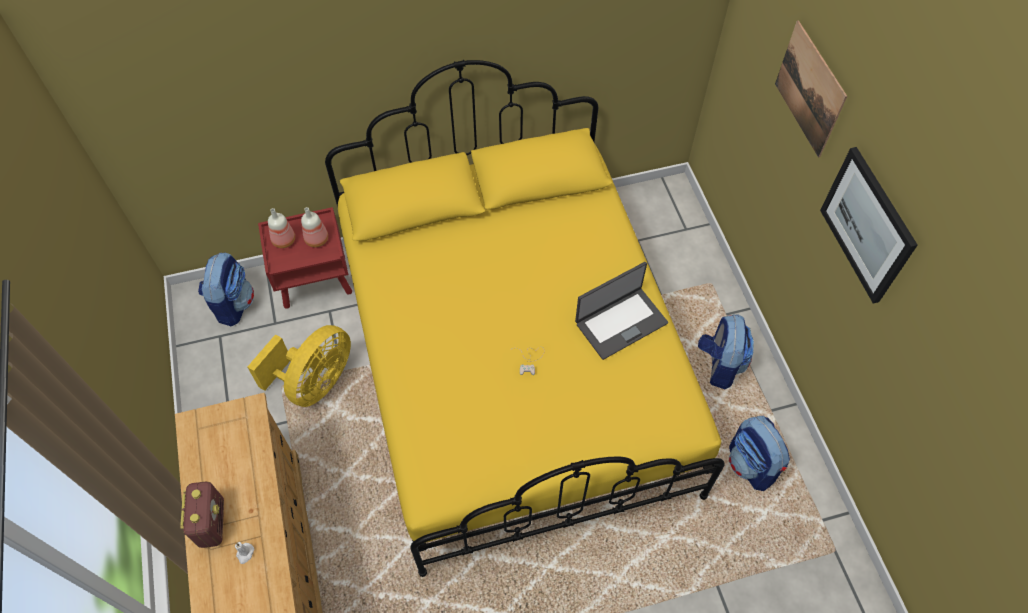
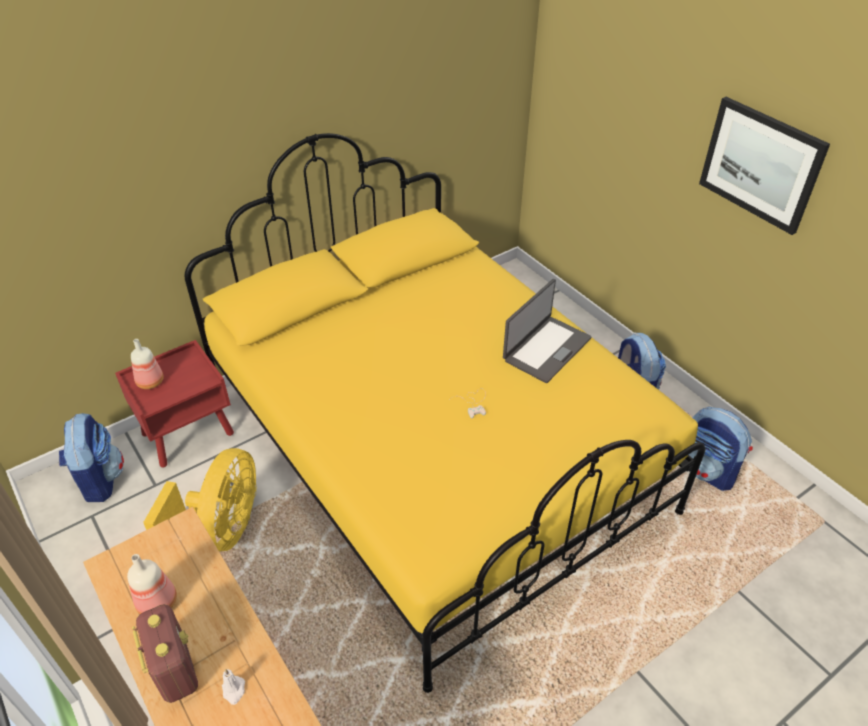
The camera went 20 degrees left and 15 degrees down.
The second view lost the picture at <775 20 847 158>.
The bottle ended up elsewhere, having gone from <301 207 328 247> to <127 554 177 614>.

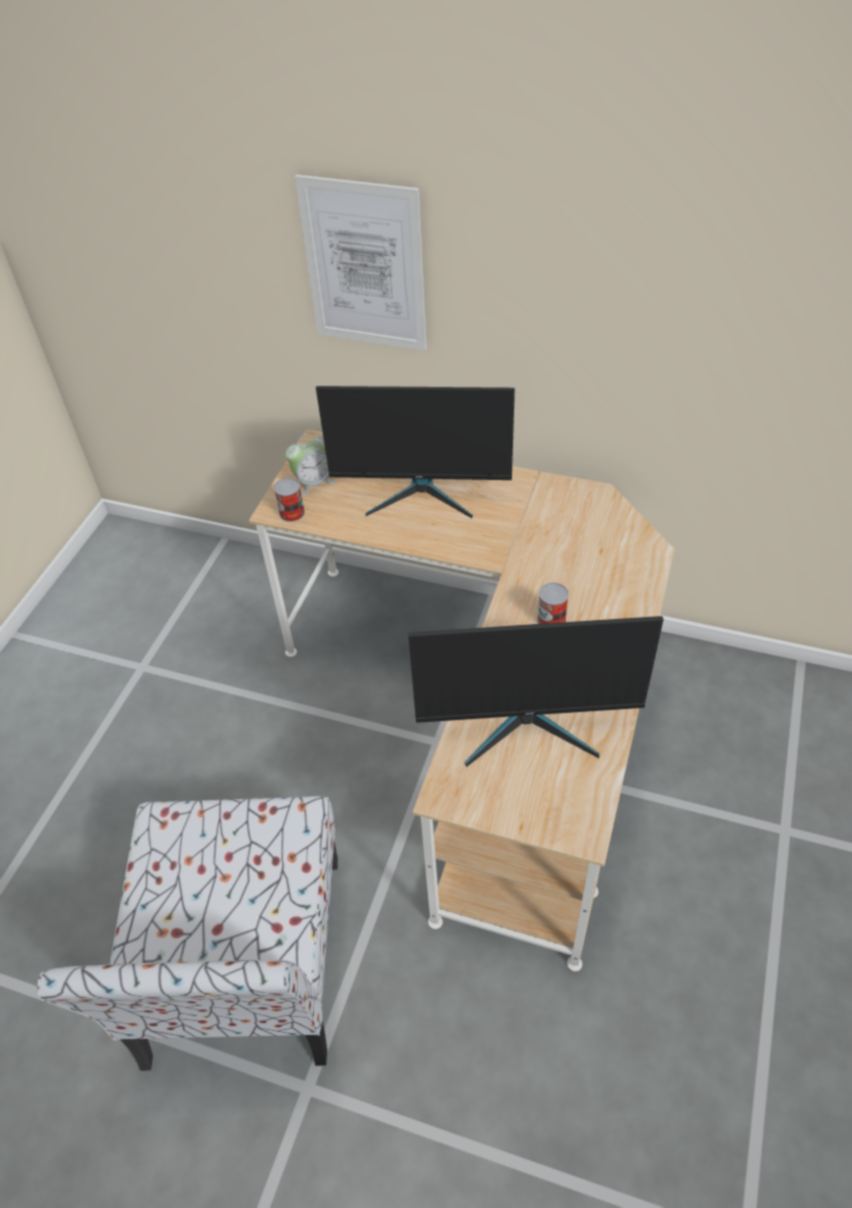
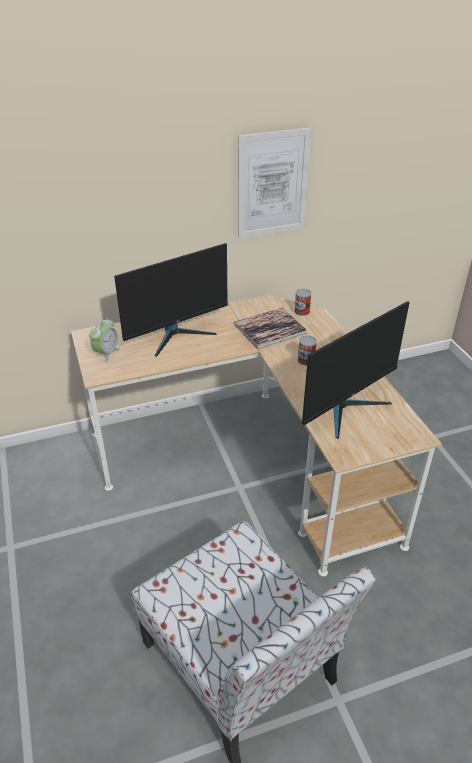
The camera went 40 degrees left and 10 degrees down.
The second view gained the book at <234 308 307 349>.
The can ended up elsewhere, having gone from <274 478 305 522> to <294 289 311 316>.
The picture ended up elsewhere, having gone from <295 175 427 350> to <238 128 311 238>.

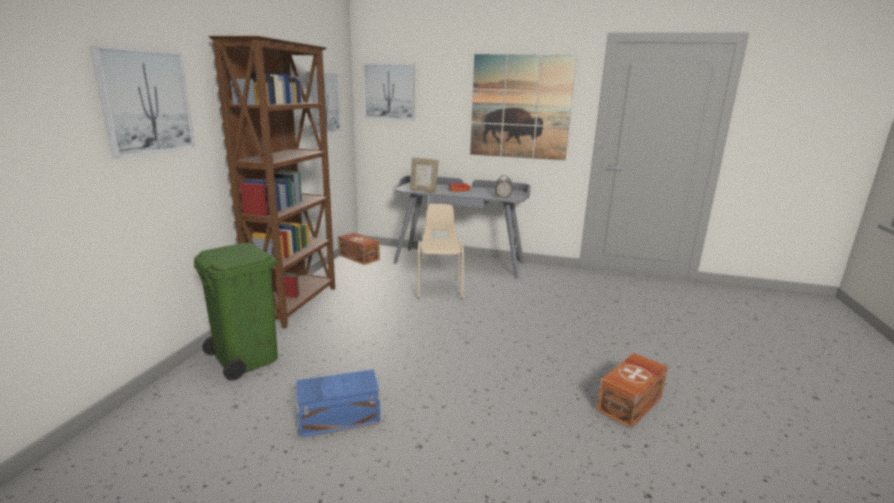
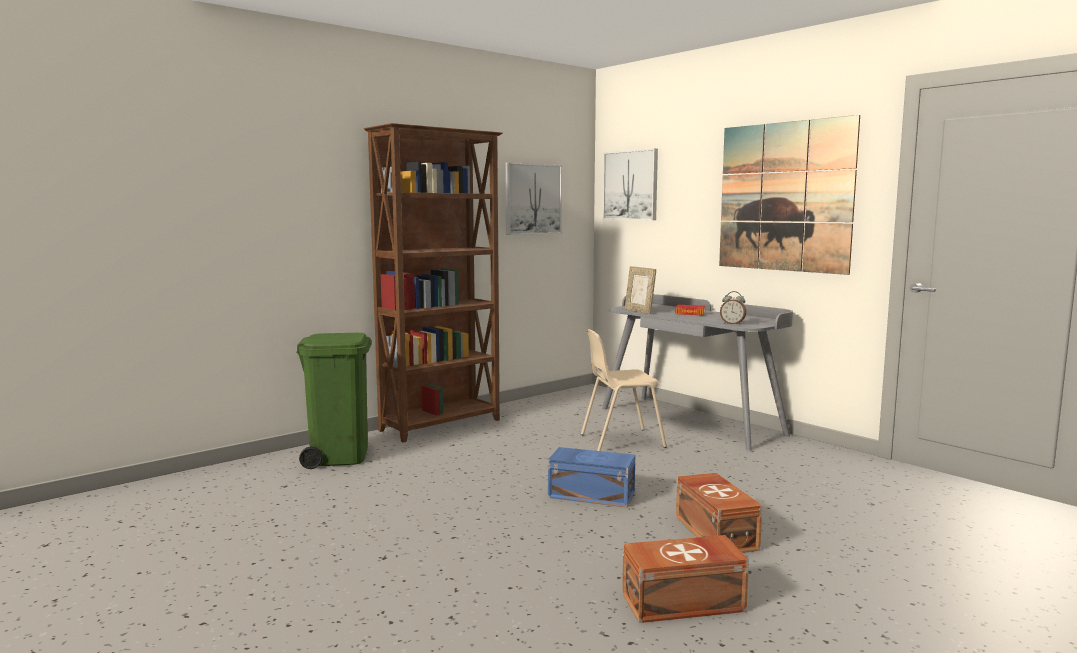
The camera went 35 degrees right and 10 degrees down.
The second view lost the picture at <90 46 195 158>.
The blue storage box ended up elsewhere, having gone from <296 369 381 438> to <548 447 635 507>.
The brown storage box ended up elsewhere, having gone from <338 233 380 265> to <676 473 762 553>.
The beige chair at <417 204 464 298> ended up facing another way, 135 degrees counterclockwise from before.

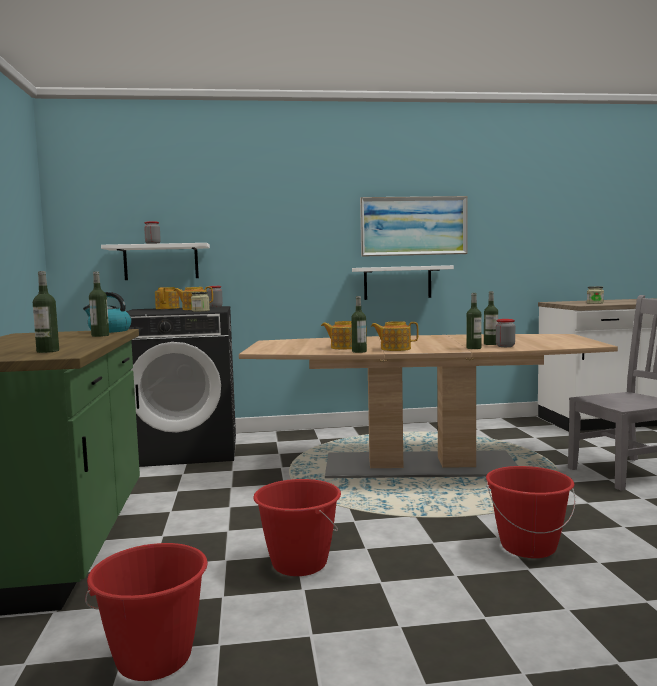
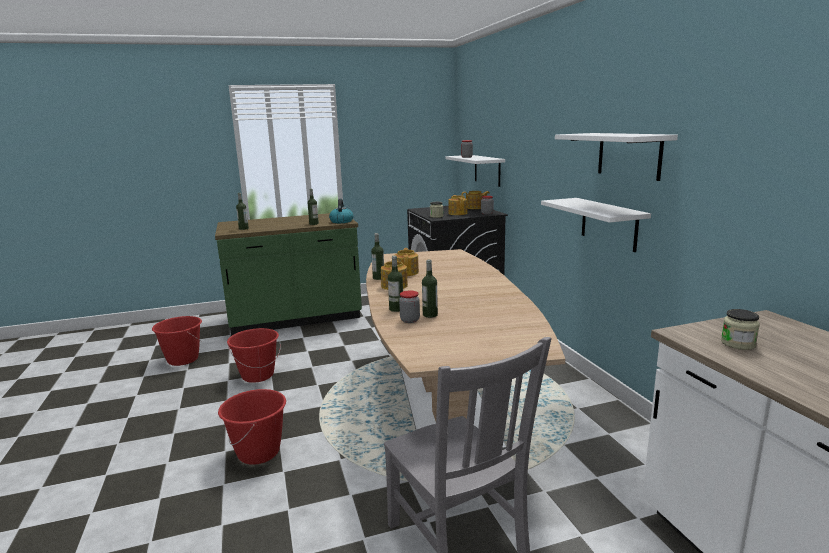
The camera went 80 degrees right and 10 degrees up.
Where the picture hung at <360 196 468 257>, the white shelf came to hang at <555 133 678 181>.

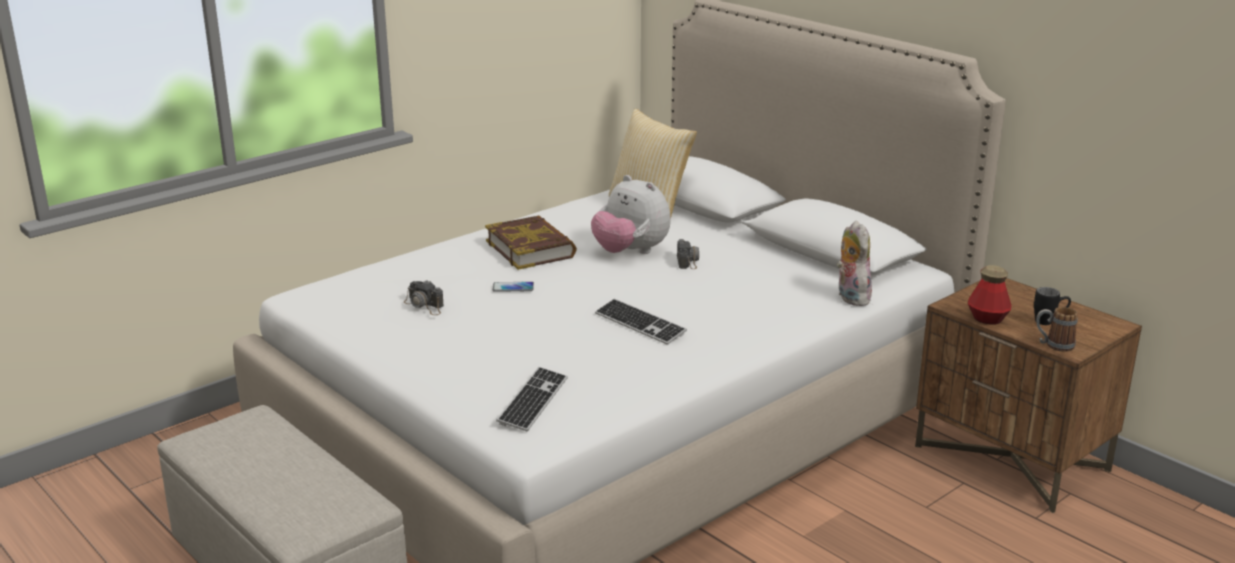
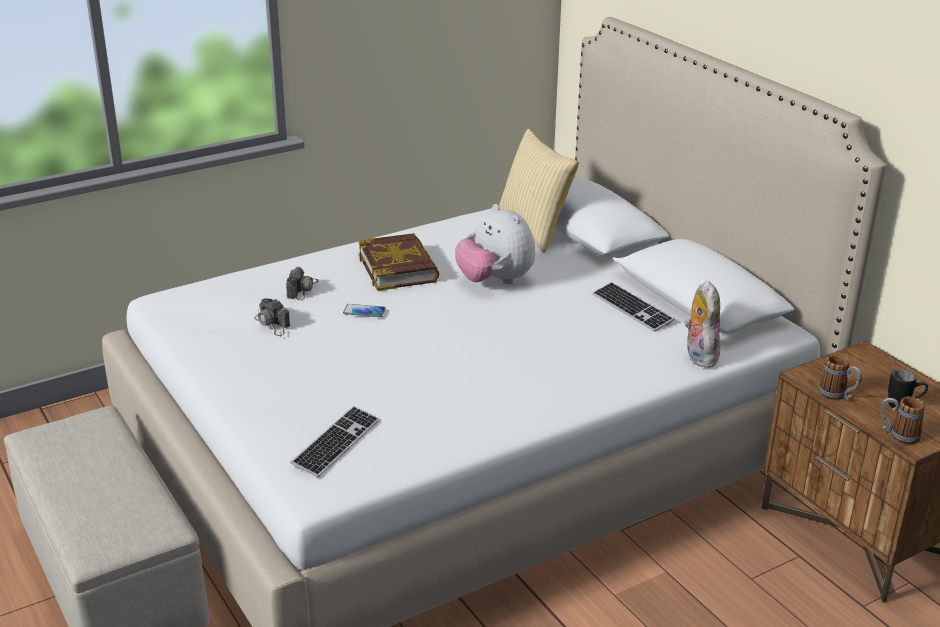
The camera went 10 degrees right and 5 degrees up.
The keyboard ended up elsewhere, having gone from <595 299 687 345> to <592 282 674 332>.
The photo camera ended up elsewhere, having gone from <677 239 699 269> to <286 267 319 300>.
Where the bottle stood at <968 265 1012 325>, the mug came to stand at <818 355 862 400>.

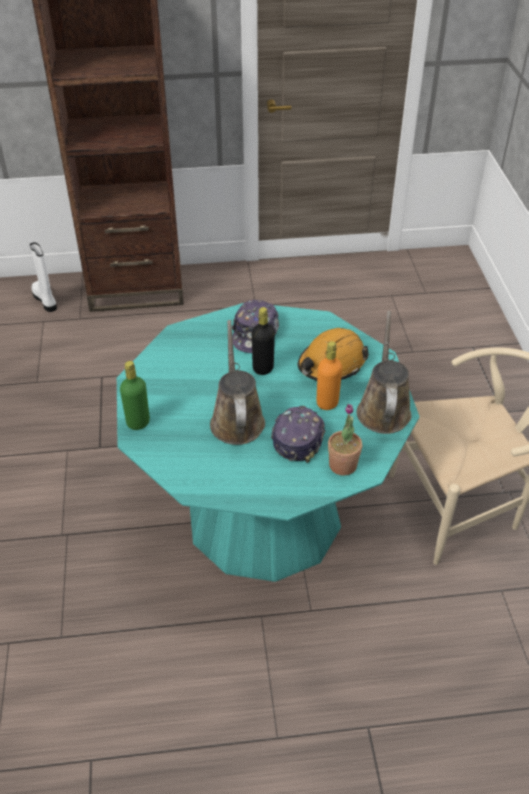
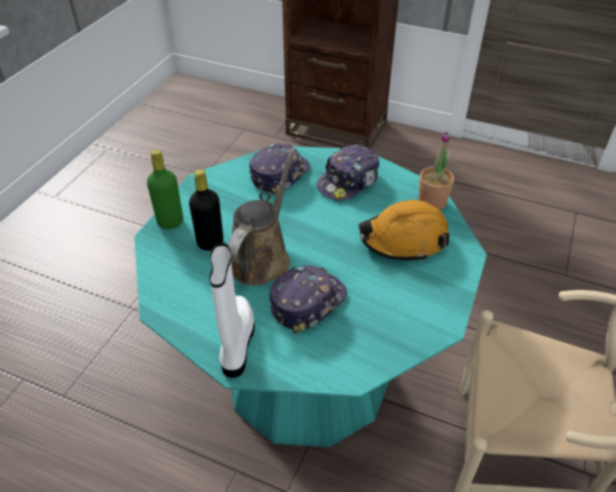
The camera went 30 degrees right and 0 degrees up.
The second view lost the orange bottle at <316 341 342 410>.
The second view lost the brown watering can at <357 311 412 434>.
The second view gained the cap at <249 143 310 195>.
The white boot ended up elsewhere, having gone from <30 242 57 312> to <209 243 255 378>.
The black bottle ended up elsewhere, having gone from <252 307 275 375> to <189 169 223 250>.
The potted plant ended up elsewhere, having gone from <328 404 362 476> to <419 132 454 210>.

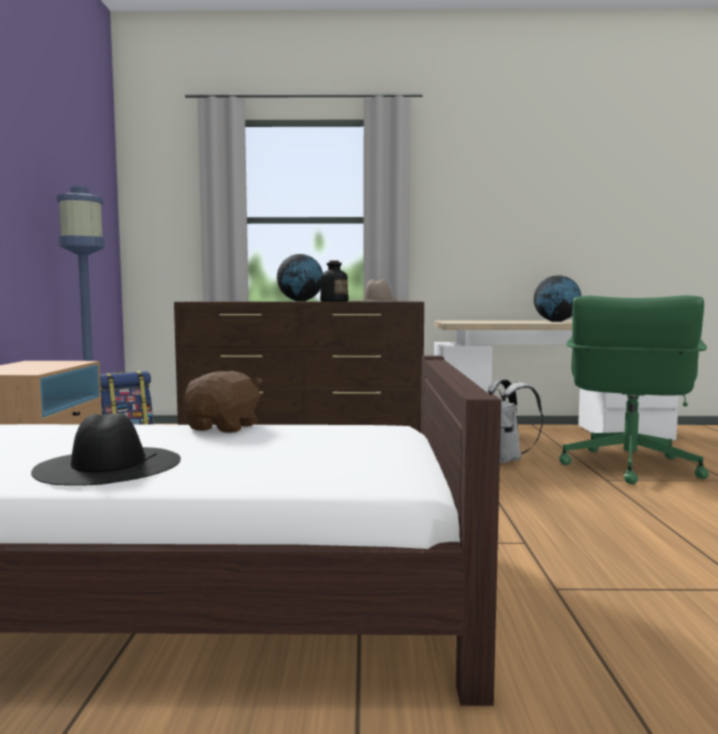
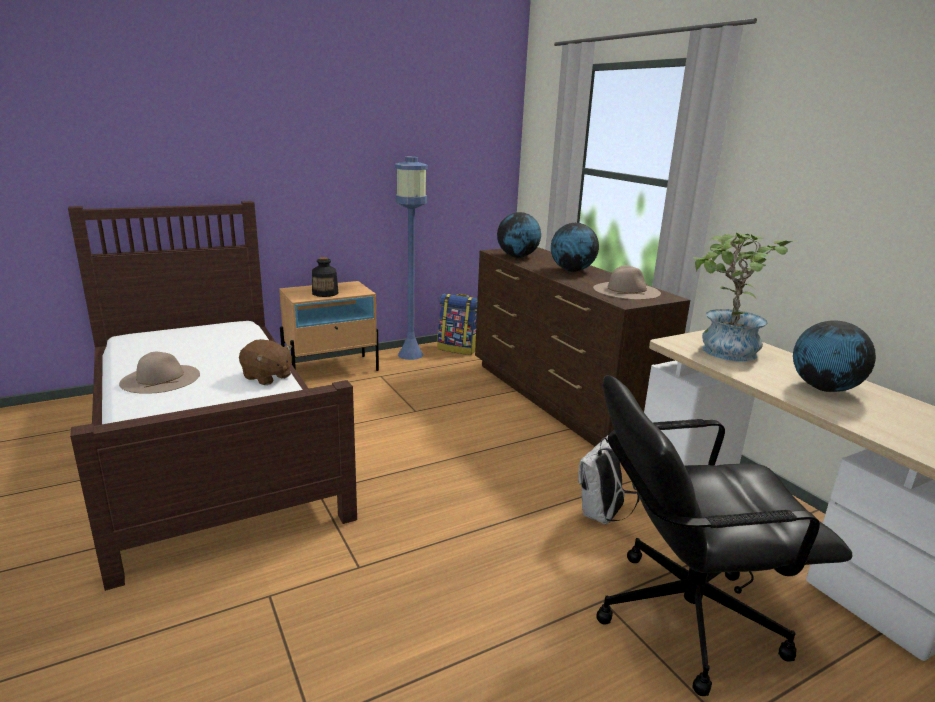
The camera went 60 degrees right and 15 degrees up.
The second view gained the globe at <497 212 541 258>.
The second view gained the potted plant at <693 233 799 361>.
The bottle ended up elsewhere, having gone from <320 260 349 301> to <312 257 338 297>.
What was the black hat at <31 413 181 486> turned into the beige hat at <119 352 200 394>.
What was the green office chair at <559 295 709 484> turned into the black office chair at <596 375 853 696>.
The brown plush toy at <184 371 263 433> ended up facing another way, 45 degrees clockwise from before.

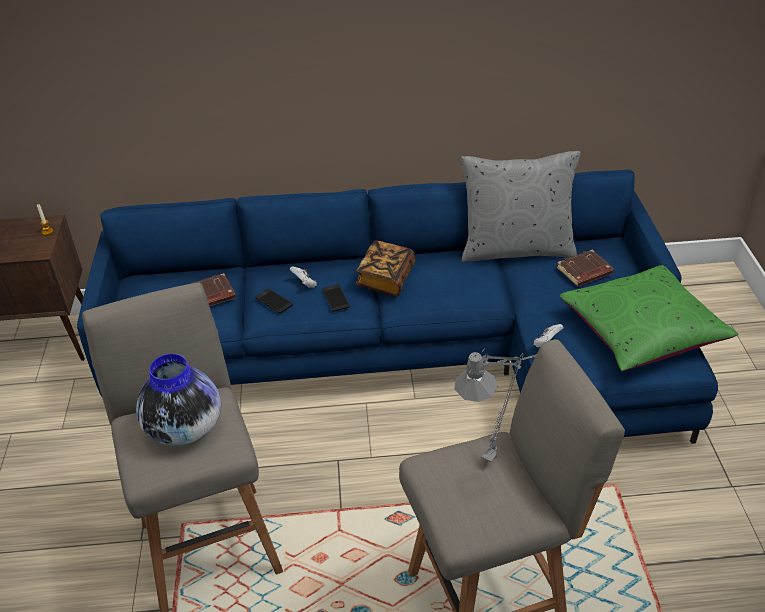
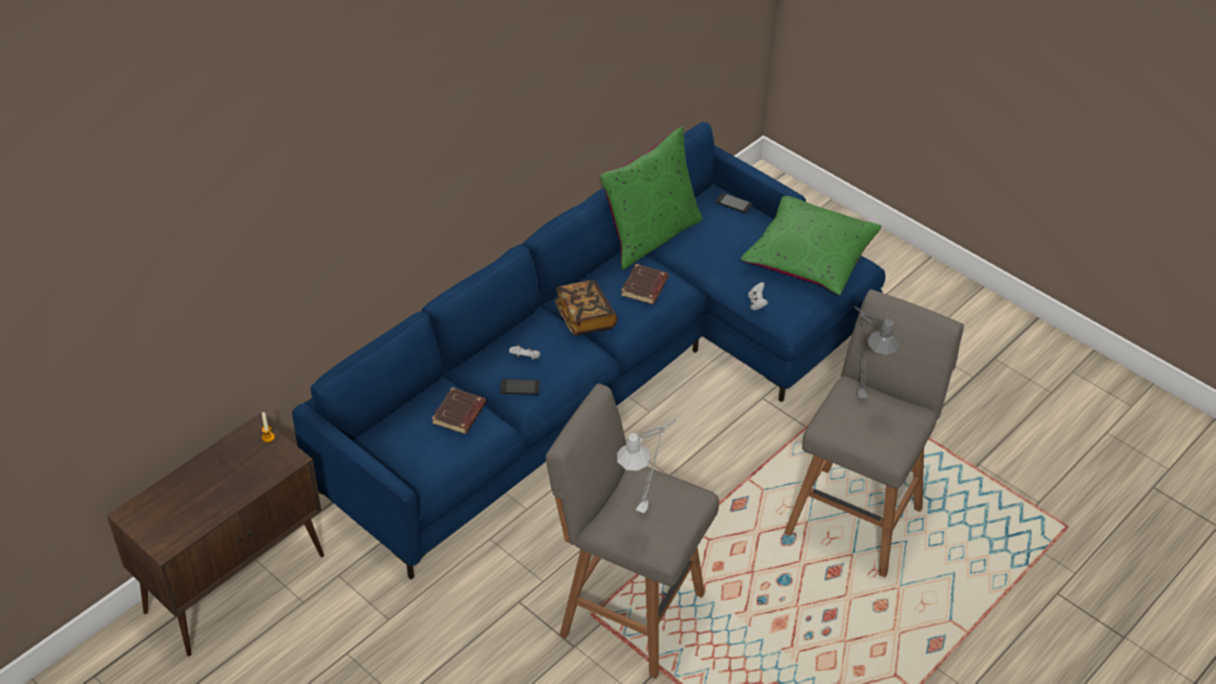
The camera went 45 degrees left and 5 degrees up.
The phone ended up elsewhere, having gone from <322 284 350 312> to <715 192 753 213>.
The brown book ended up elsewhere, having gone from <557 250 614 286> to <621 264 669 304>.
Where the vase stood at <136 354 221 445>, the grey table lamp came to stand at <617 419 678 514>.
What was the grey pillow at <461 151 581 262> turned into the green pillow at <600 127 702 270>.

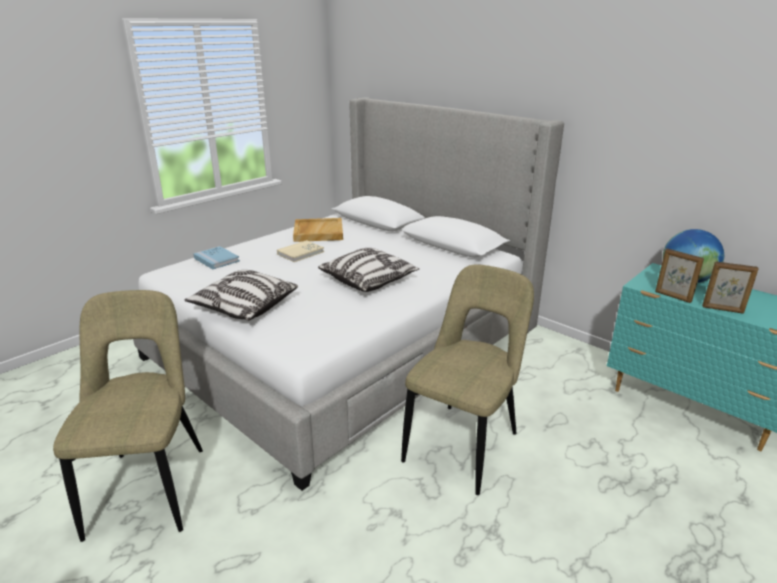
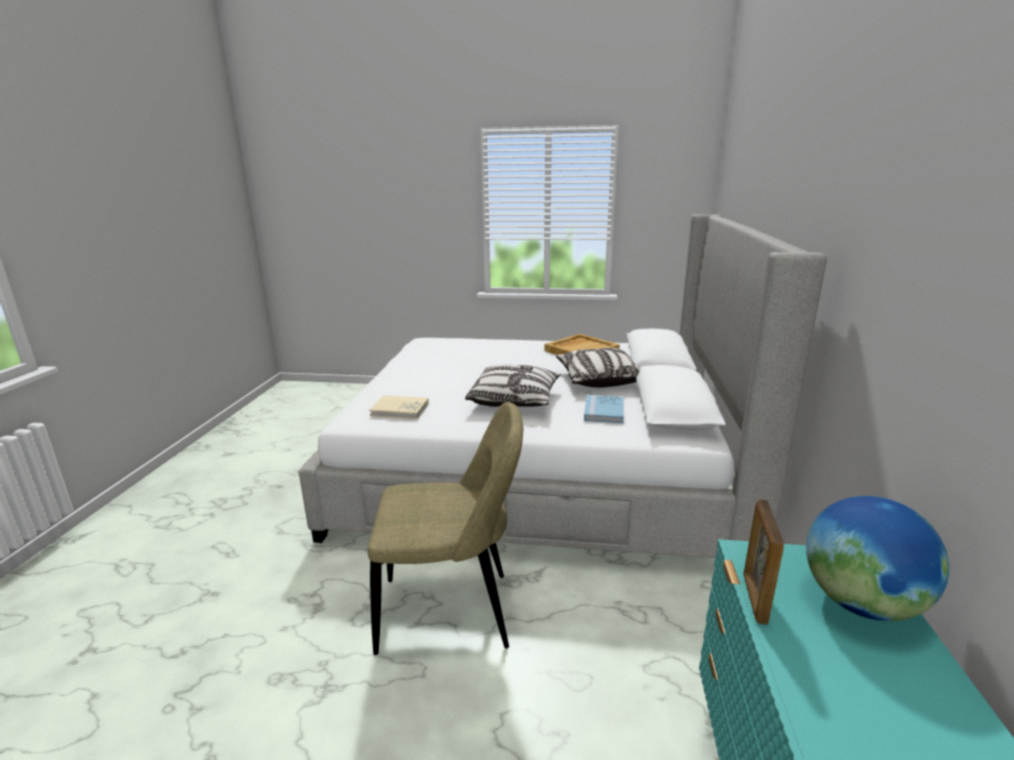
The camera went 55 degrees right and 5 degrees down.
The second view lost the beige chair at <53 290 203 542>.
The second view lost the picture frame at <702 261 759 314>.
The pillow ended up elsewhere, having gone from <185 270 298 321> to <556 348 640 388>.
The blue book ended up elsewhere, having gone from <193 246 240 269> to <584 395 624 423>.
The beige book ended up elsewhere, having gone from <277 240 324 262> to <369 395 429 419>.

